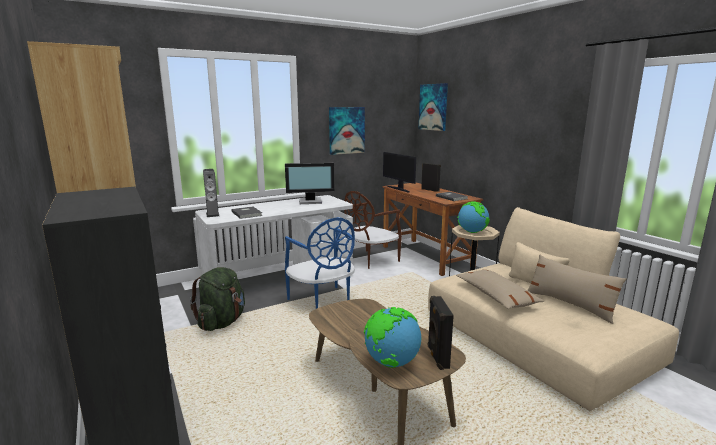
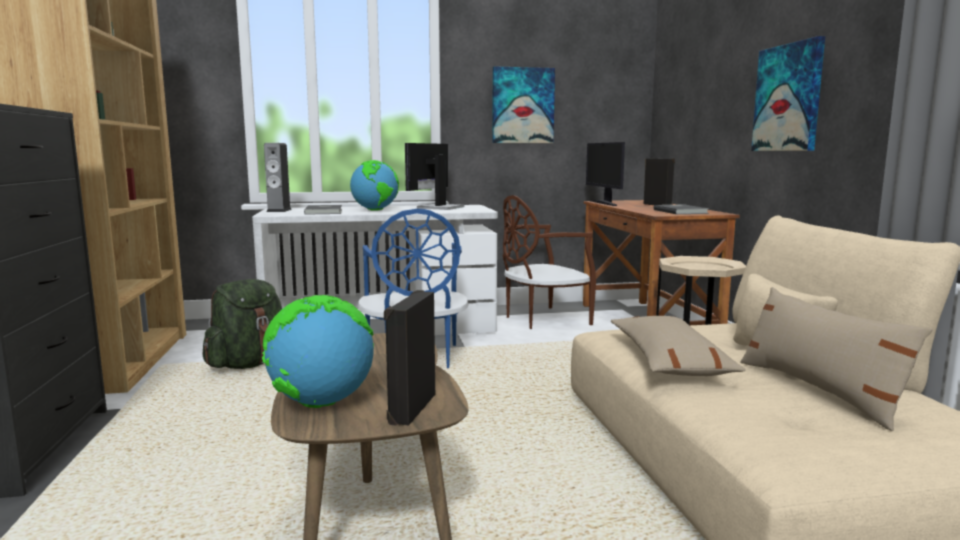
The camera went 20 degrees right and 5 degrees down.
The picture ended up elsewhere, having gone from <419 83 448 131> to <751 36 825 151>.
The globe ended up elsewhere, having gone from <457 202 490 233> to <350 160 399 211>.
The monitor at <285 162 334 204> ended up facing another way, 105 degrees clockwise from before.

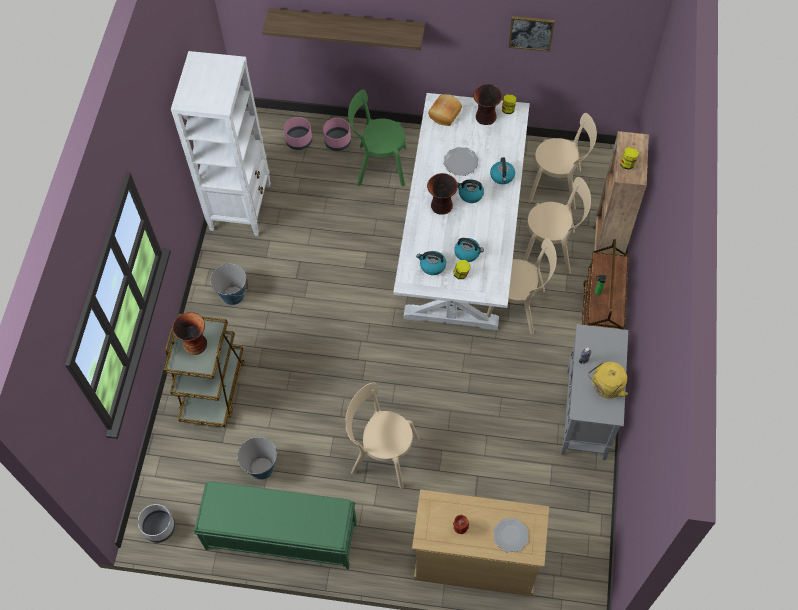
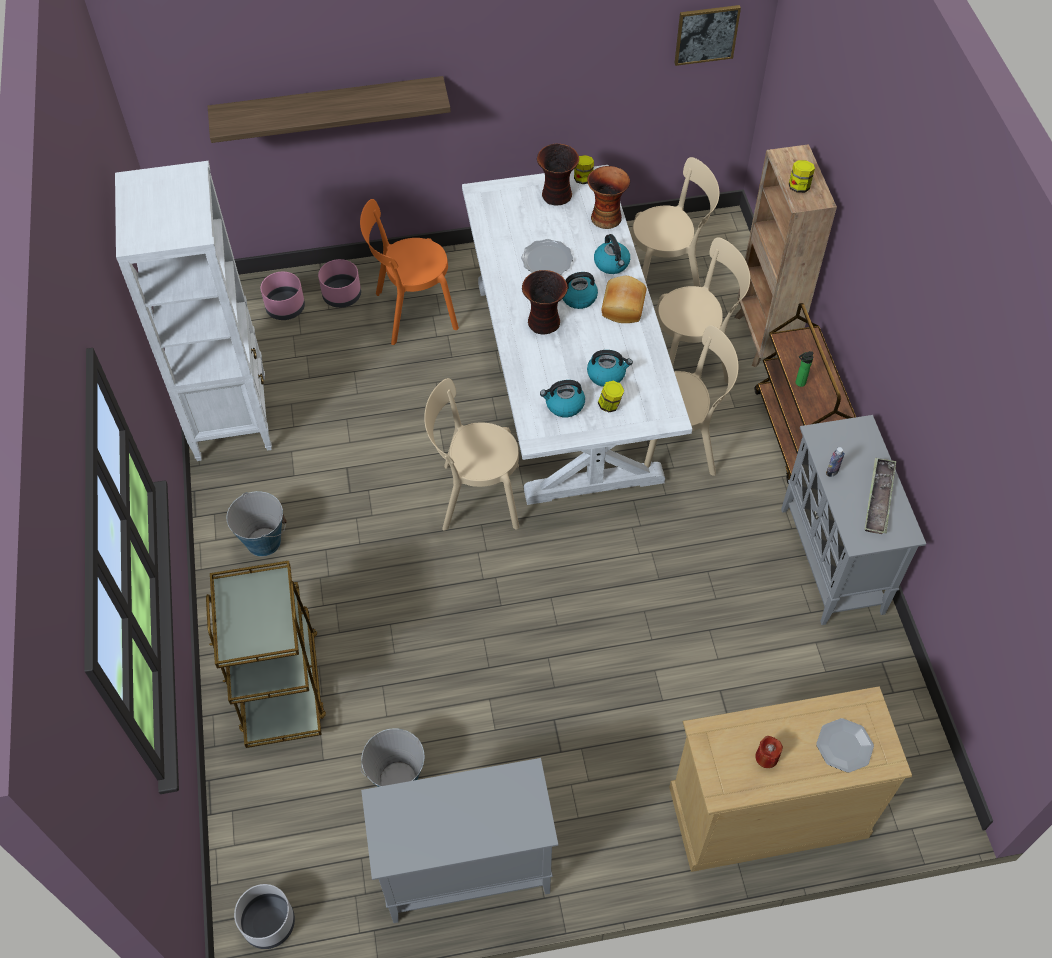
The camera went 20 degrees left and 5 degrees down.
The vase ended up elsewhere, having gone from <172 312 207 355> to <587 166 630 229>.
The beige chair ended up elsewhere, having gone from <345 382 420 488> to <424 378 519 531>.
The bread ended up elsewhere, having gone from <428 94 462 126> to <601 276 646 323>.
The picture ended up elsewhere, having gone from <509 16 555 52> to <675 5 741 66>.
Where the green bench stood at <194 481 357 570>, the grey cabinet came to stand at <361 758 558 923>.
Where the yellow kettle stood at <588 362 628 398>, the tray came to stand at <865 457 896 534>.
What was the green chair at <348 90 406 186> turned into the orange chair at <360 199 459 345>.

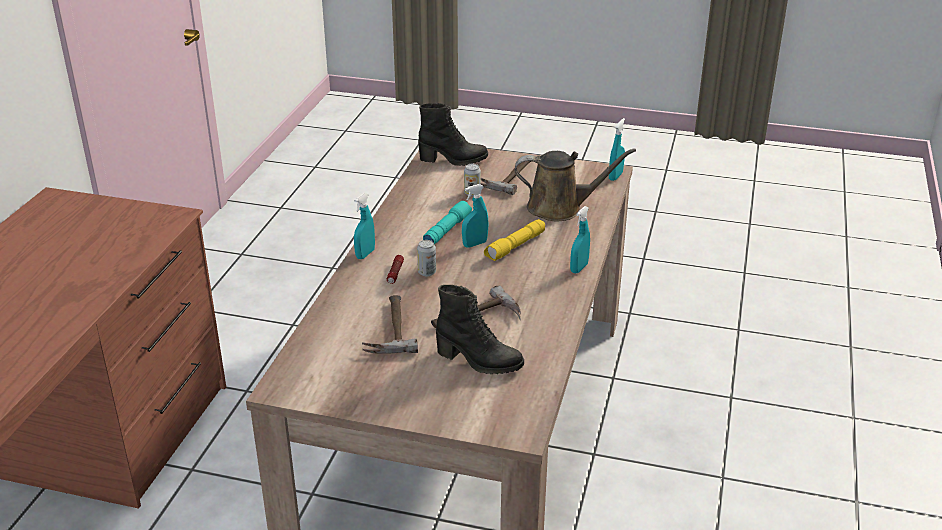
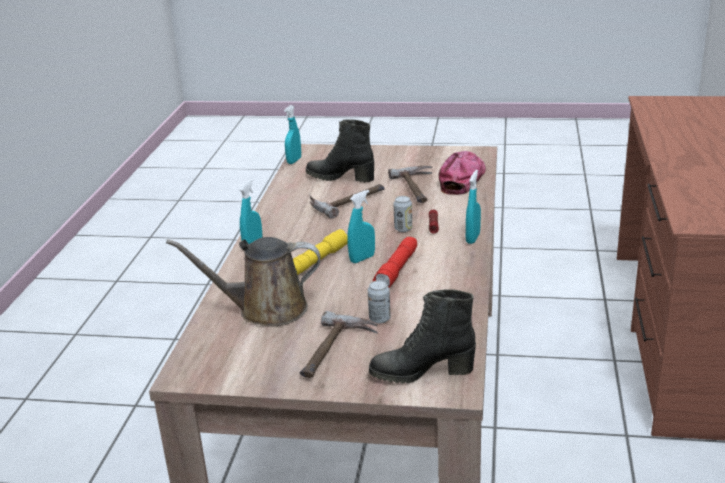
The camera went 175 degrees right and 5 degrees down.
The second view gained the cap at <439 151 486 195>.
The turquoise spray bottle ended up elsewhere, having gone from <609 118 625 181> to <284 105 301 164>.
What was the turquoise flashlight at <423 201 472 245> turned into the red flashlight at <373 237 417 288>.

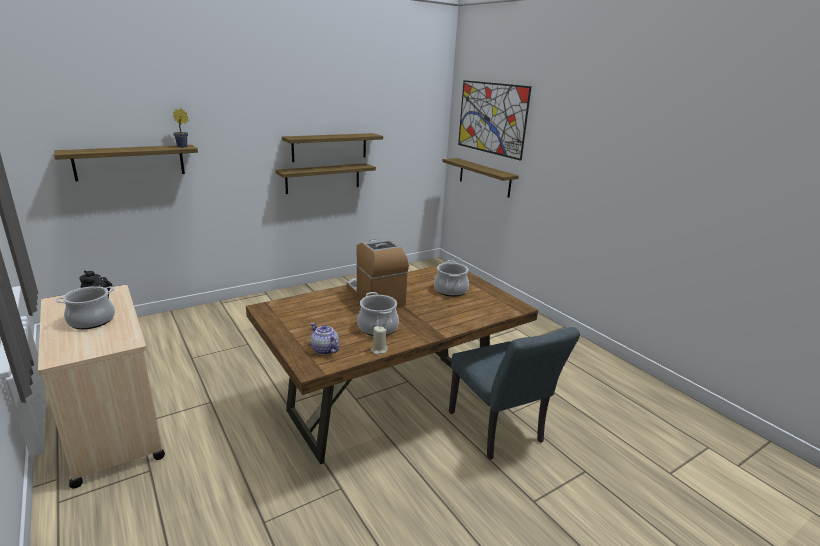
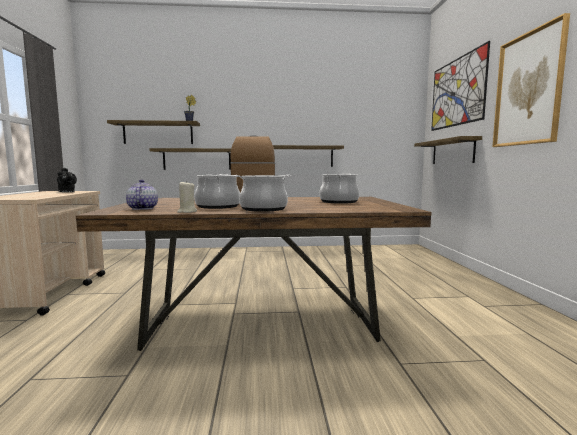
The camera went 30 degrees right and 15 degrees down.
The second view lost the grey chair at <449 327 580 459>.
The second view gained the picture at <492 13 570 147>.
The cooking pot ended up elsewhere, having gone from <56 286 115 329> to <235 175 291 212>.
The shelf ended up elsewhere, having gone from <282 133 383 162> to <149 148 231 170>.

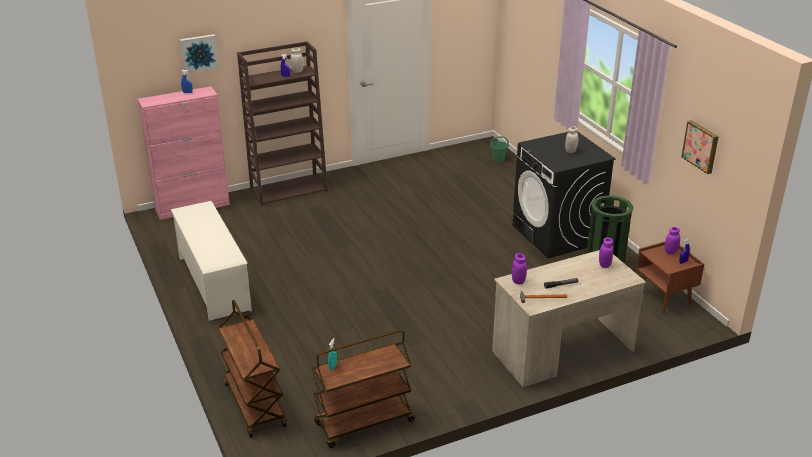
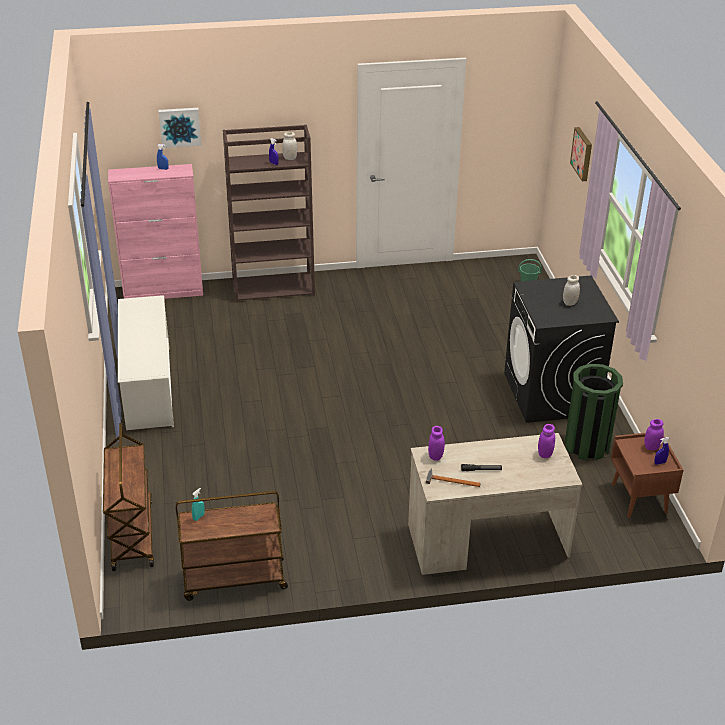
The camera went 15 degrees right and 5 degrees up.
The picture ended up elsewhere, having gone from <681 120 719 174> to <570 127 592 181>.

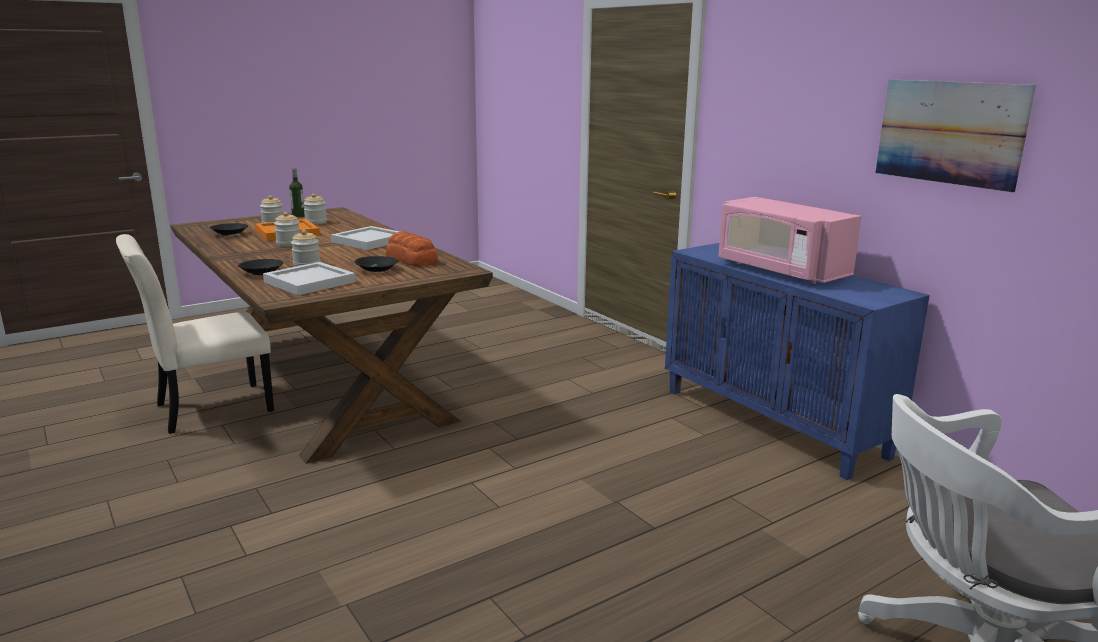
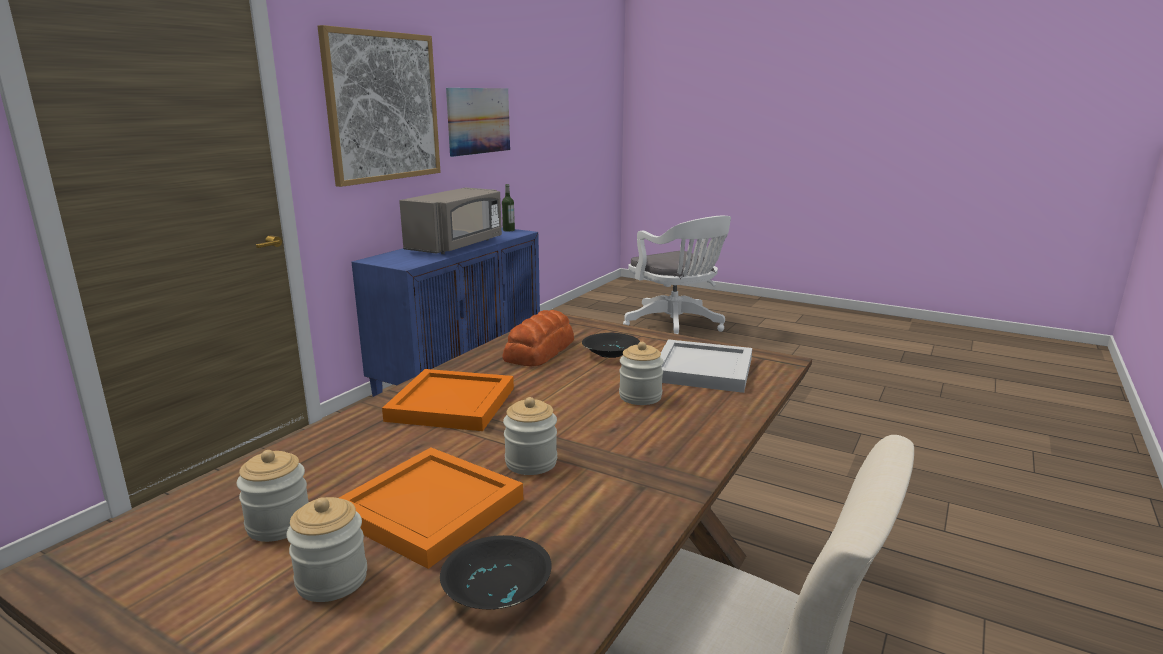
The camera went 115 degrees left and 0 degrees up.
The second view lost the black bowl at <237 259 284 275>.
The second view gained the picture at <318 25 440 187>.
The bottle ended up elsewhere, having gone from <289 168 305 217> to <502 184 515 231>.
What was the white tray at <331 226 400 250> turned into the orange tray at <382 369 514 431>.
What was the pink microwave at <718 197 862 284> turned into the grey microwave at <399 188 502 254>.

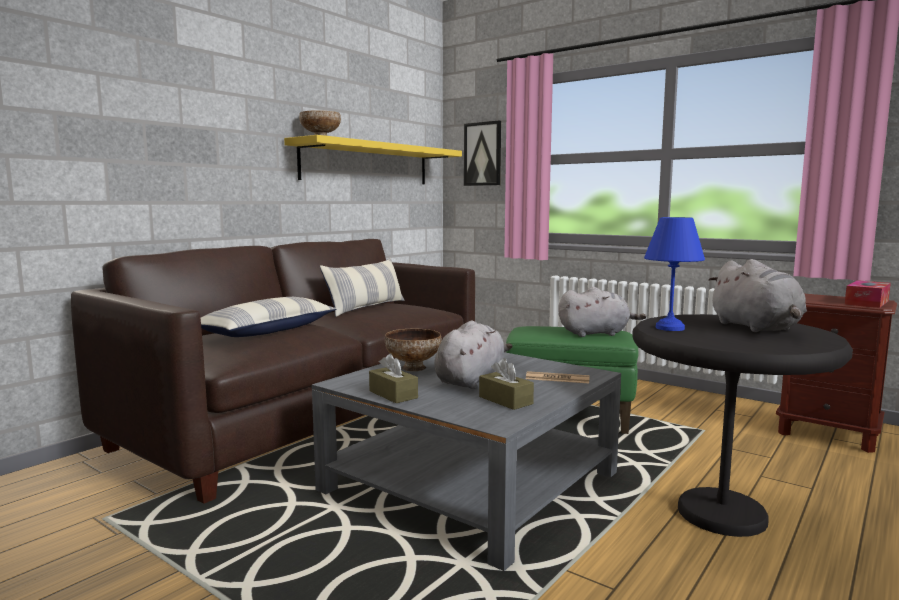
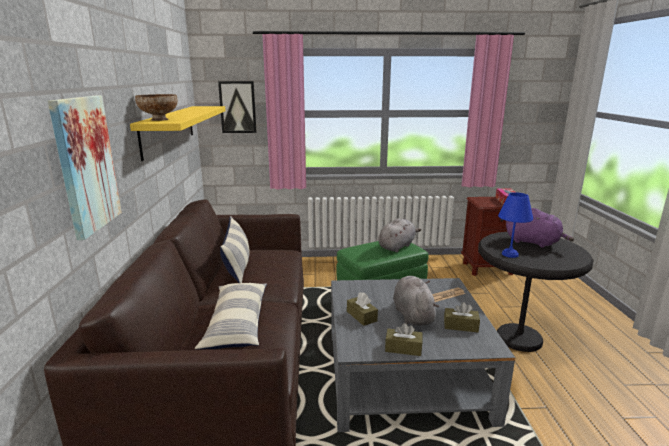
The camera went 40 degrees left and 10 degrees up.
The second view gained the picture at <48 96 122 240>.
Where the bowl stood at <385 329 442 371>, the brown tissue box came to stand at <347 292 378 326>.
What was the grey plush toy at <708 259 807 332> turned into the purple plush toy at <506 208 574 248>.

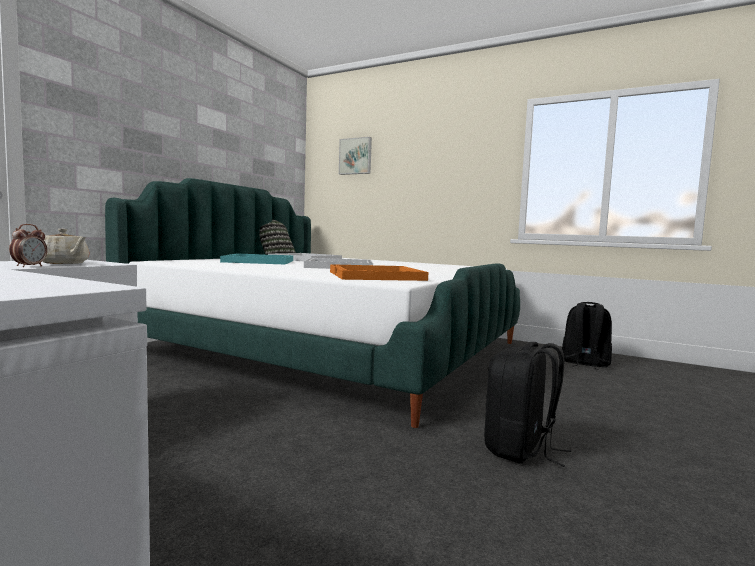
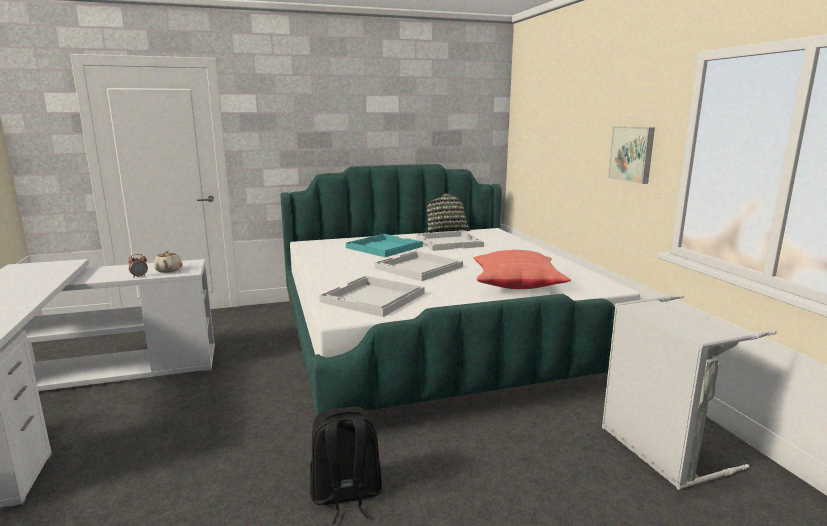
The camera went 45 degrees right and 10 degrees up.
The second view gained the red pillow at <474 250 571 289>.
The picture ended up elsewhere, having gone from <339 137 372 175> to <608 126 655 184>.
Where the black backpack stood at <562 302 612 370>, the grey laundry basket came to stand at <602 295 776 490>.
What was the orange tray at <330 264 428 281> turned into the white tray at <319 276 424 317>.

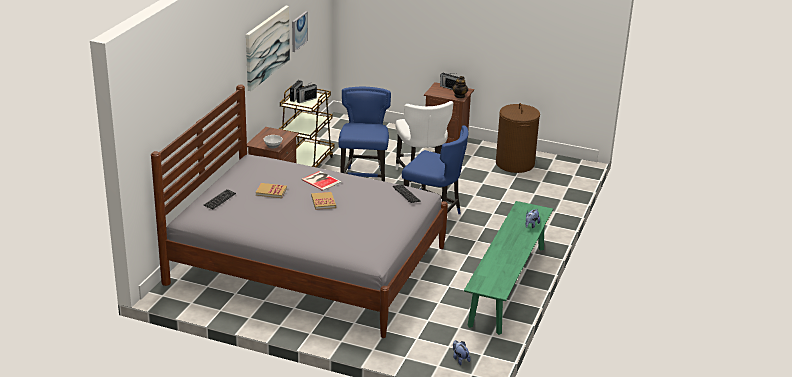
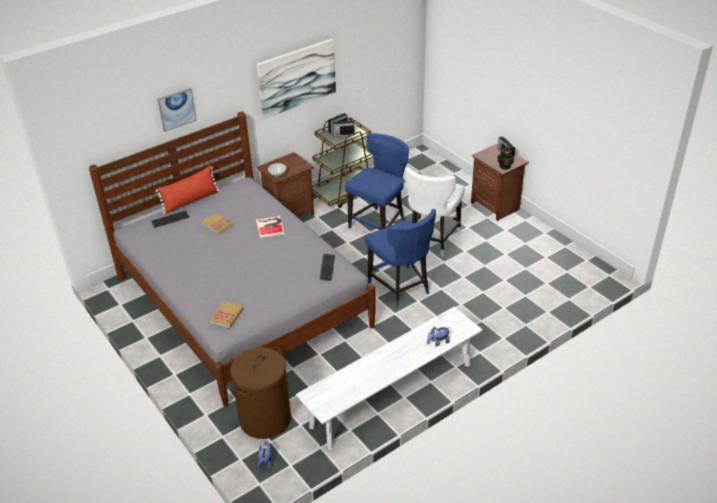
The camera went 35 degrees right and 10 degrees up.
The second view gained the red pillow at <156 165 219 214>.
The picture ended up elsewhere, having gone from <292 11 308 52> to <157 88 197 132>.
The book ended up elsewhere, having gone from <311 192 336 210> to <209 301 244 328>.
The brown laundry basket ended up elsewhere, having gone from <496 103 540 173> to <230 347 291 439>.
What was the green bench at <464 201 553 335> turned into the white bench at <296 307 483 450>.

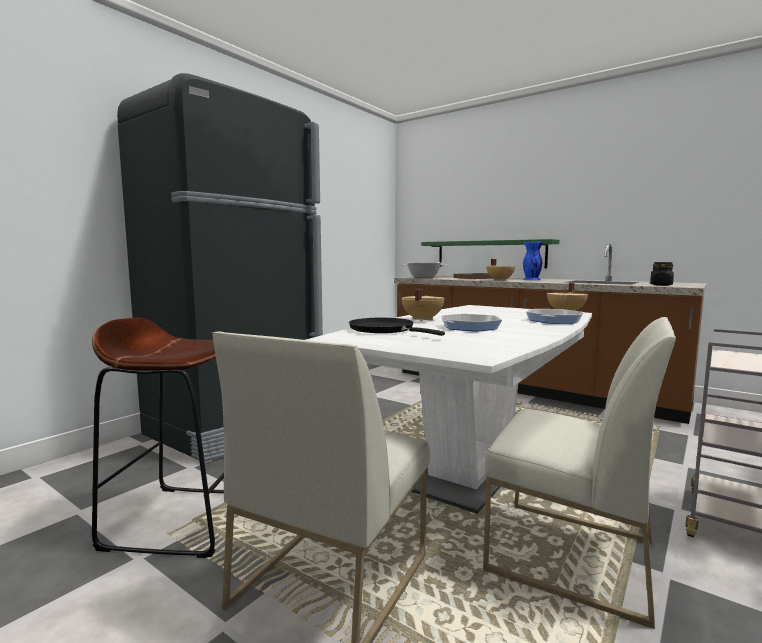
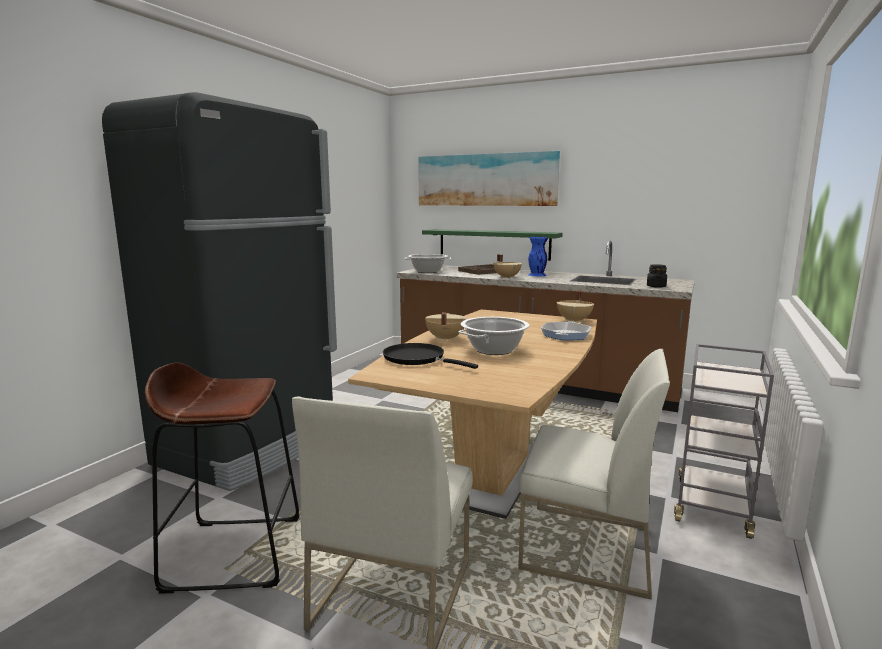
The camera went 10 degrees left and 5 degrees up.
The second view gained the picture at <418 151 560 206>.
Where the frying pan stood at <441 314 502 332>, the cooking pot came to stand at <458 317 530 355>.
What was the white dining table at <306 305 592 514> turned into the brown dining table at <348 309 597 519>.

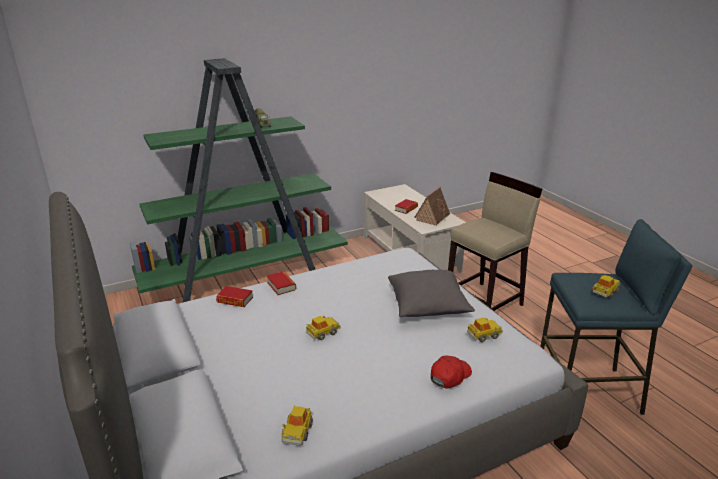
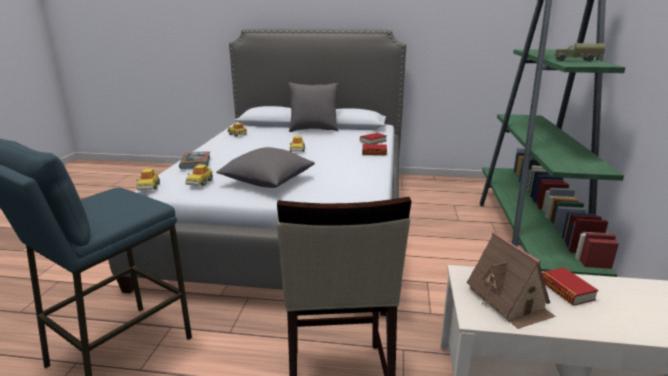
The camera went 125 degrees right and 5 degrees down.
The second view gained the grey pillow at <288 82 338 132>.
The toy car ended up elsewhere, having gone from <592 275 620 298> to <136 169 160 190>.
Where the red cap stood at <431 356 472 388>, the book came to stand at <179 151 210 169>.

